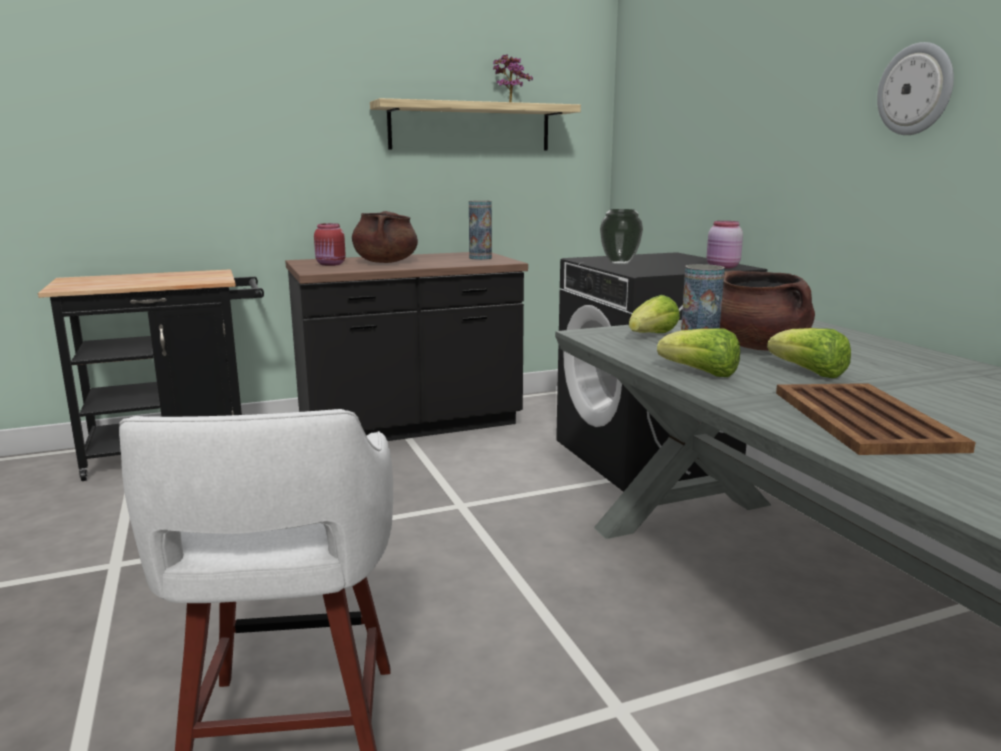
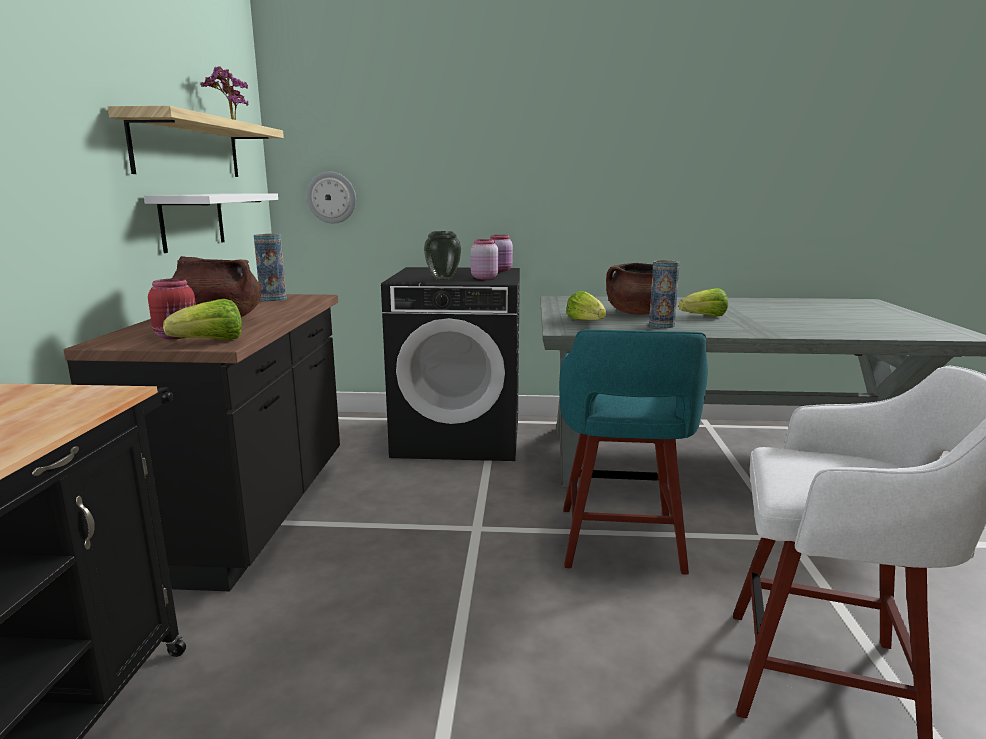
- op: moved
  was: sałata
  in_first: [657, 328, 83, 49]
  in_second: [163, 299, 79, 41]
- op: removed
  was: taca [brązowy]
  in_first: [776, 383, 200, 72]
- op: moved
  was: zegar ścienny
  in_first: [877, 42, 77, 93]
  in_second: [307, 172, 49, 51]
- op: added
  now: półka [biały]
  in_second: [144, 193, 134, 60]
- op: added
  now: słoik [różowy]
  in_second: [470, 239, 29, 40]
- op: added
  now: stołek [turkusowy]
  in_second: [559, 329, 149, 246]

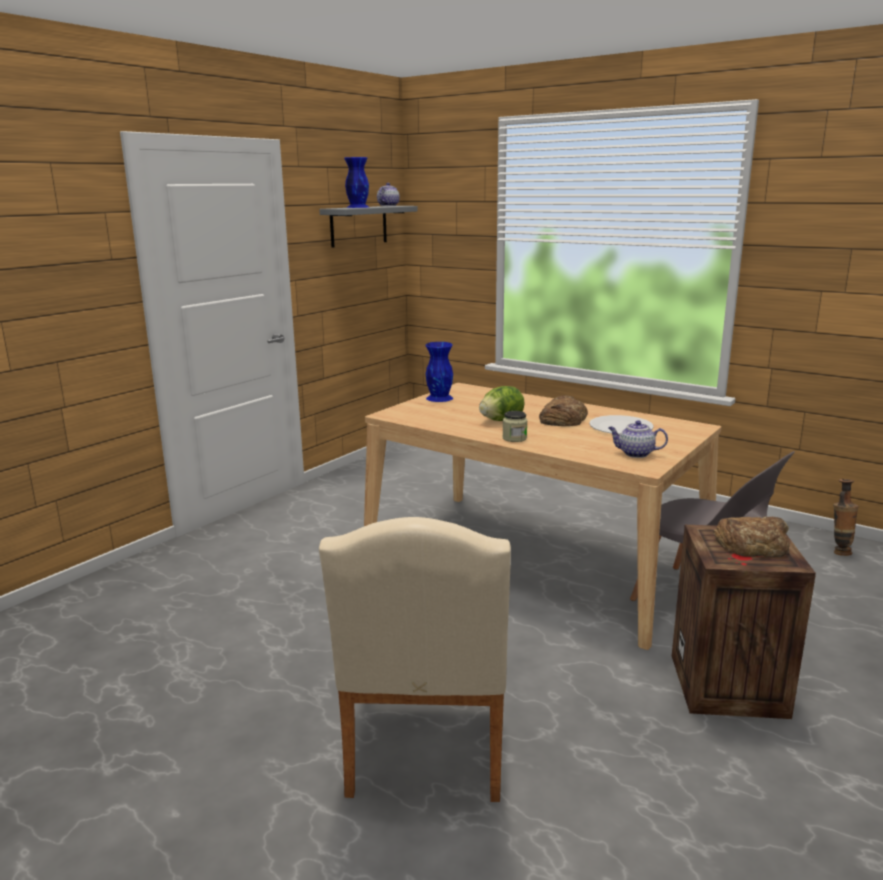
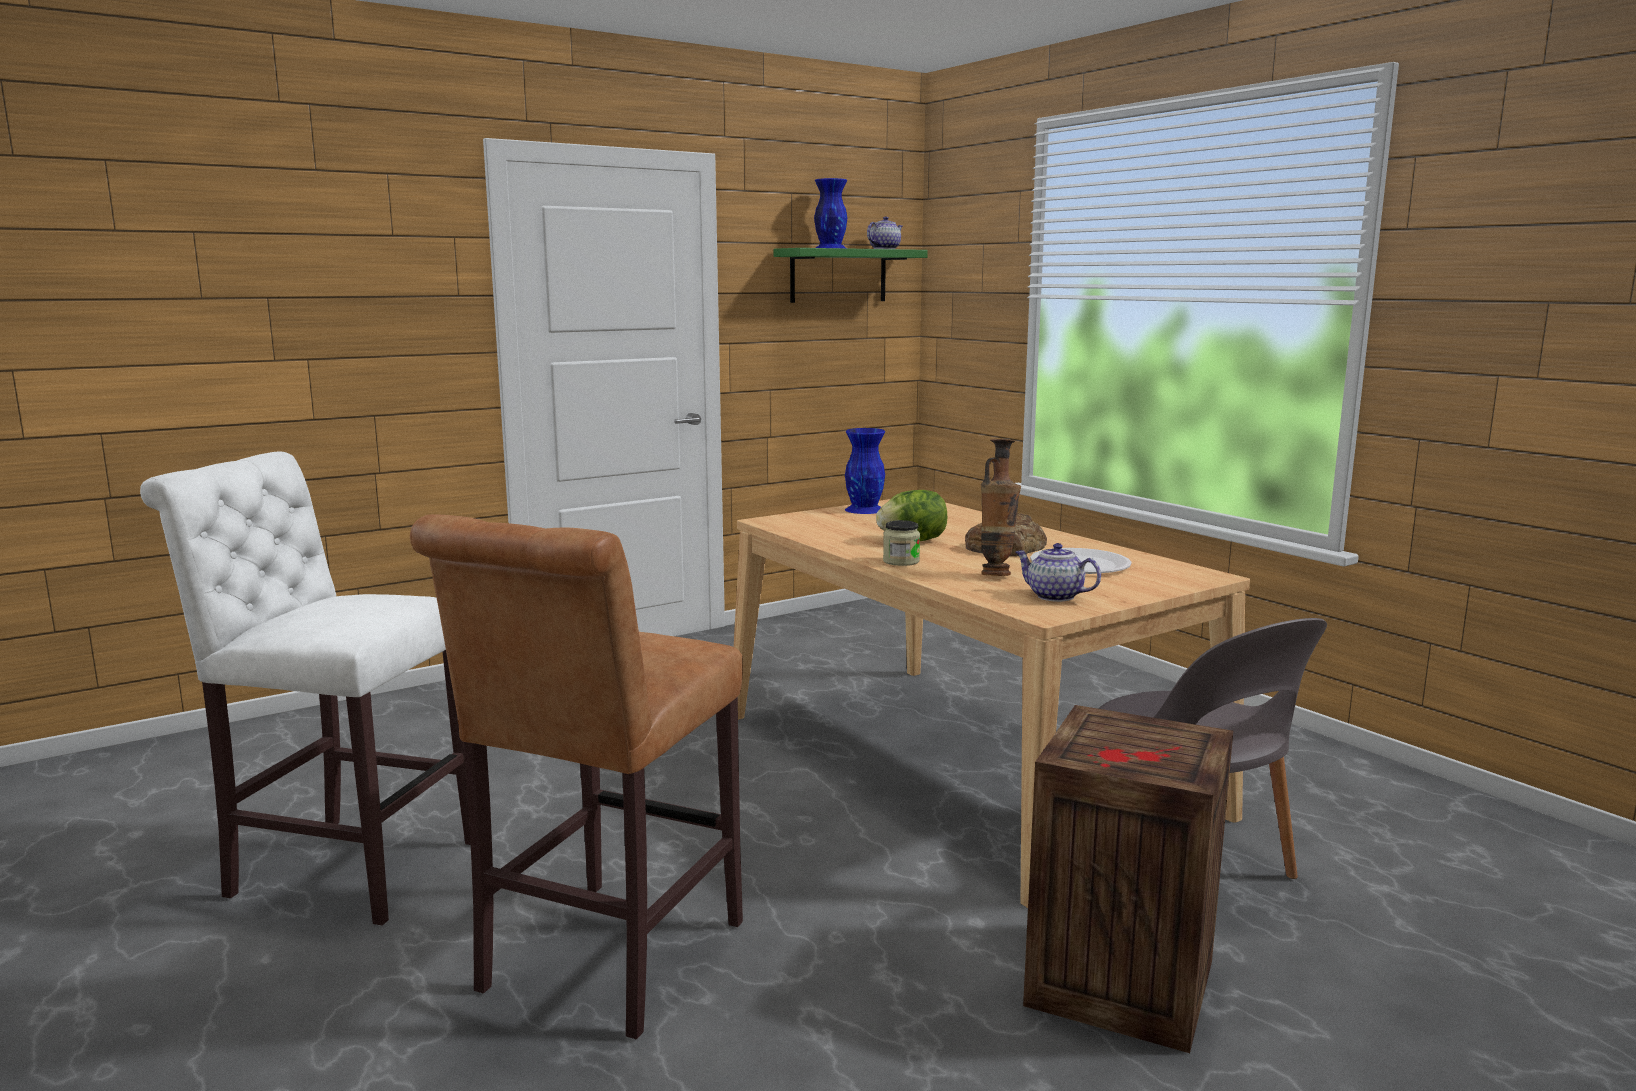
- op: recoloured
  was: półka [szary]
  now: półka [zielony]
  in_first: [319, 206, 99, 42]
  in_second: [774, 248, 154, 55]
- op: replaced
  was: krzesło [beżowy]
  now: stołek [brązowy]
  in_first: [319, 517, 192, 285]
  in_second: [410, 514, 333, 526]
- op: removed
  was: chleb
  in_first: [713, 517, 77, 40]
- op: moved
  was: wazon
  in_first: [833, 479, 26, 77]
  in_second: [981, 439, 40, 137]
- op: added
  now: stołek [biały]
  in_second: [140, 452, 331, 474]

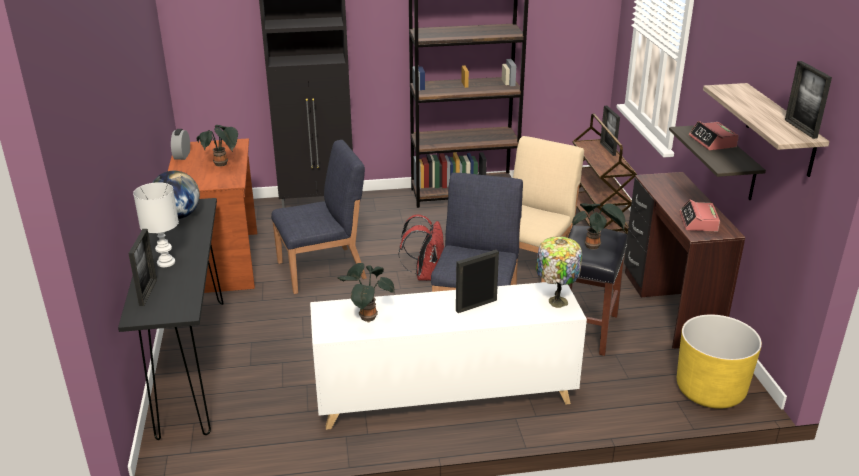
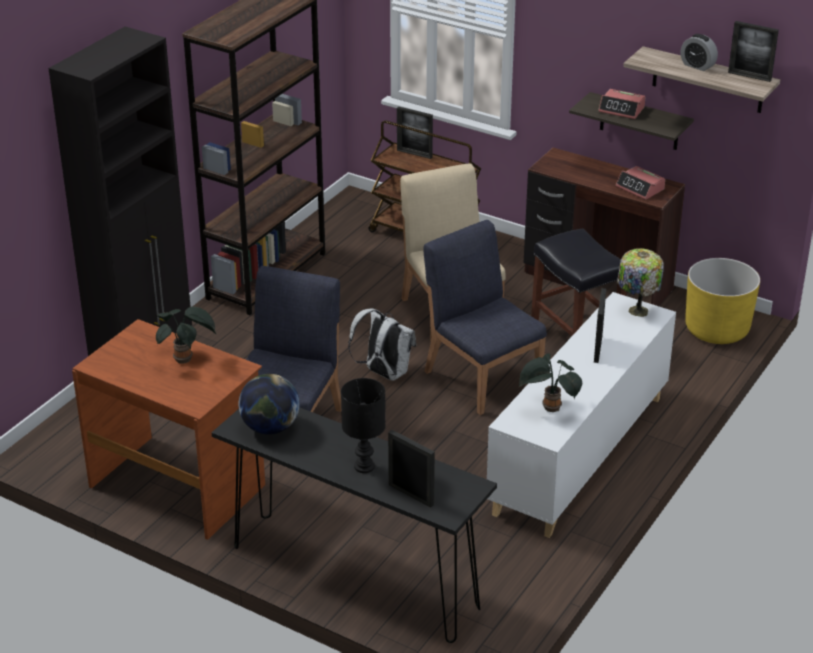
- op: recoloured
  was: lampa stołowa [biały]
  now: lampa stołowa [czarny]
  in_first: [133, 182, 46, 85]
  in_second: [341, 378, 45, 95]
- op: moved
  was: budzik
  in_first: [171, 129, 19, 31]
  in_second: [681, 34, 37, 37]
- op: recoloured
  was: plecak [czerwony]
  now: plecak [biały]
  in_first: [399, 214, 45, 67]
  in_second: [348, 308, 68, 73]
- op: removed
  was: roślina doniczkowa
  in_first: [572, 203, 53, 47]

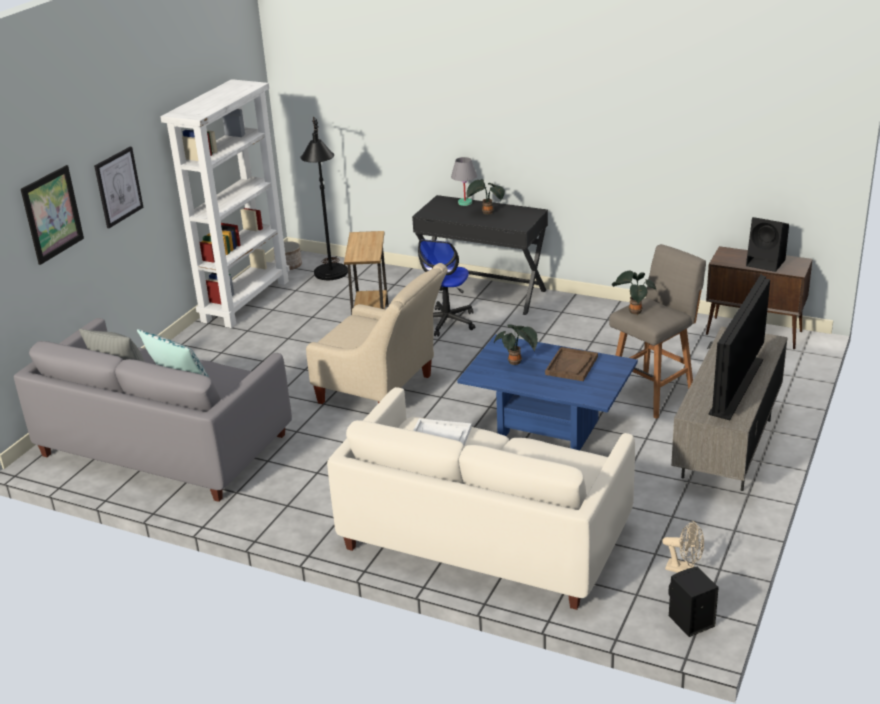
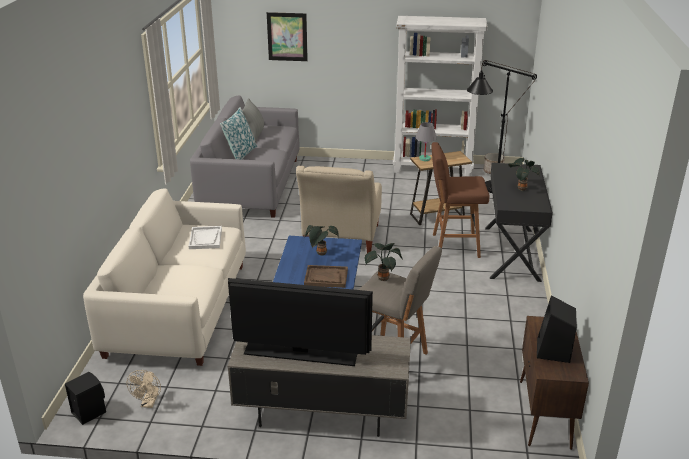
- op: removed
  was: obraz
  in_first: [94, 147, 49, 81]
- op: replaced
  was: krzesło biurowe
  now: stołek [brązowy]
  in_first: [418, 239, 57, 98]
  in_second: [431, 142, 58, 116]
- op: moved
  was: lampa stołowa [szary]
  in_first: [451, 157, 26, 49]
  in_second: [416, 122, 21, 39]

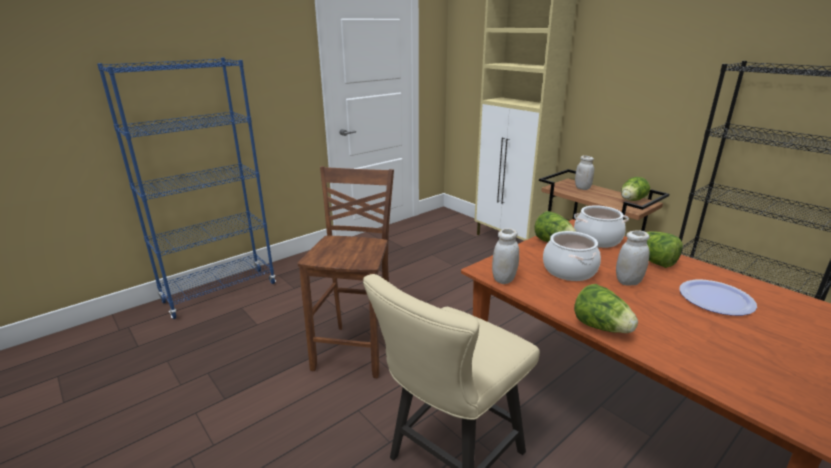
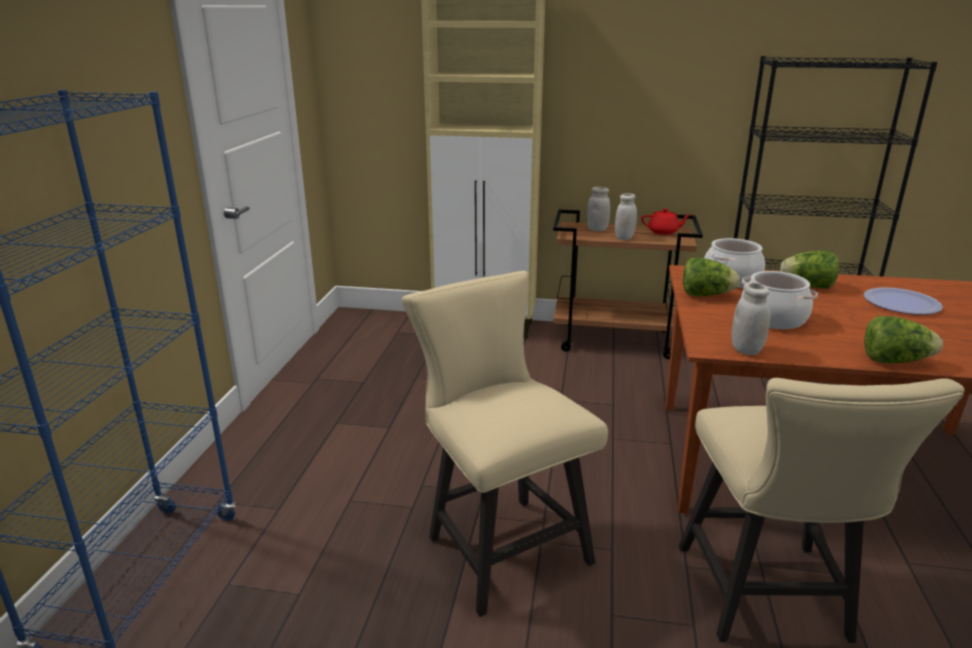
- op: replaced
  was: stołek [brązowy]
  now: krzesło [beżowy]
  in_first: [298, 166, 96, 213]
  in_second: [402, 271, 206, 346]
- op: moved
  was: słoik [biały]
  in_first: [616, 230, 34, 56]
  in_second: [615, 193, 22, 47]
- op: replaced
  was: sałata
  now: imbryk [czerwony]
  in_first: [621, 177, 29, 24]
  in_second: [641, 209, 50, 26]

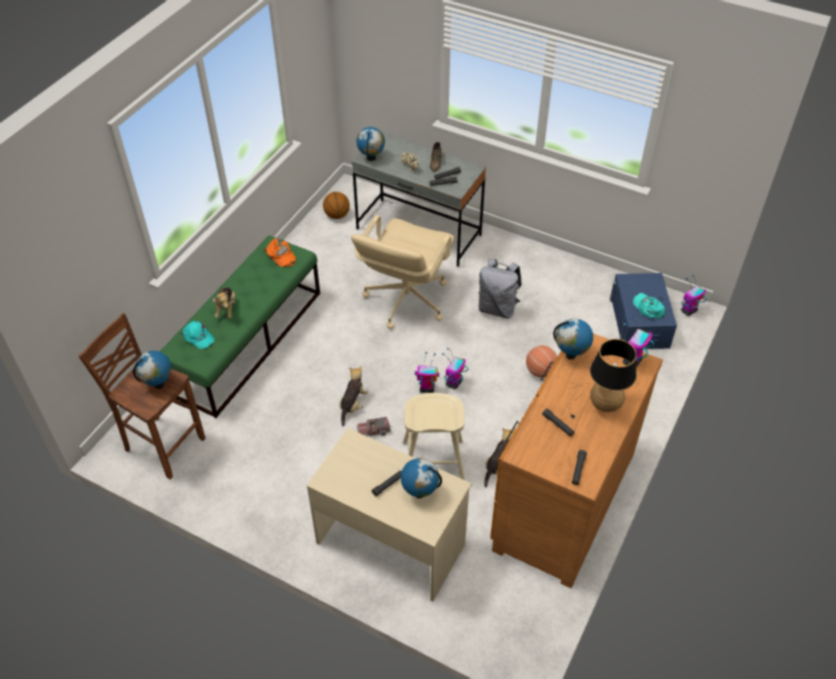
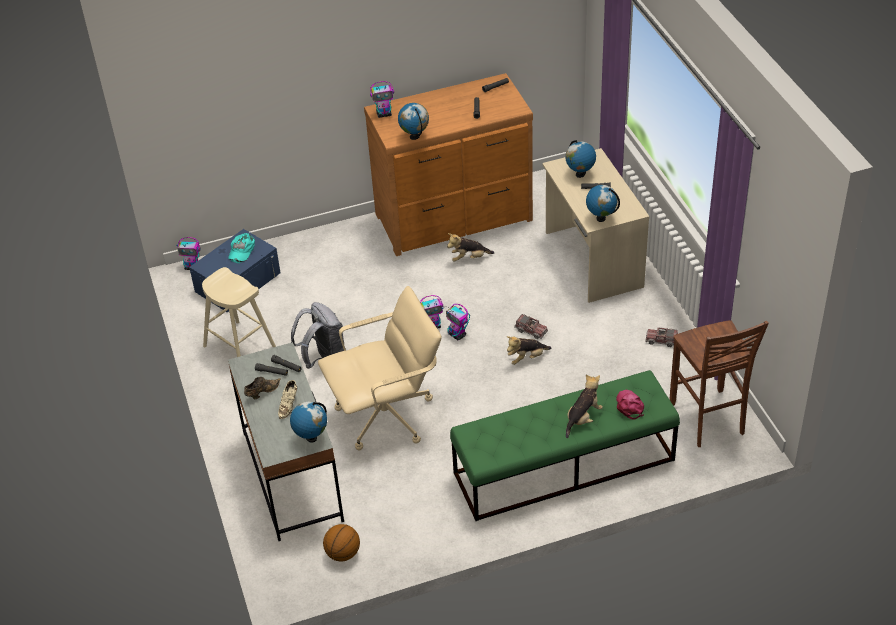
- op: moved
  was: globus
  in_first: [133, 351, 39, 38]
  in_second: [586, 185, 34, 37]
- op: recoloured
  was: czapka z daszkiem [turkusowy]
  now: czapka z daszkiem [różowy]
  in_first: [181, 321, 34, 28]
  in_second: [616, 390, 28, 30]
- op: removed
  was: czapka z daszkiem [pomarańczowy]
  in_first: [264, 238, 32, 29]
- op: moved
  was: stołek [beżowy]
  in_first: [403, 393, 62, 87]
  in_second: [202, 267, 74, 90]
- op: removed
  was: piłka do koszykówki
  in_first: [526, 345, 31, 33]
- op: removed
  was: lampa stołowa
  in_first: [568, 339, 69, 80]
- op: added
  now: ciężarówka zabawkowa
  in_second: [645, 327, 33, 20]

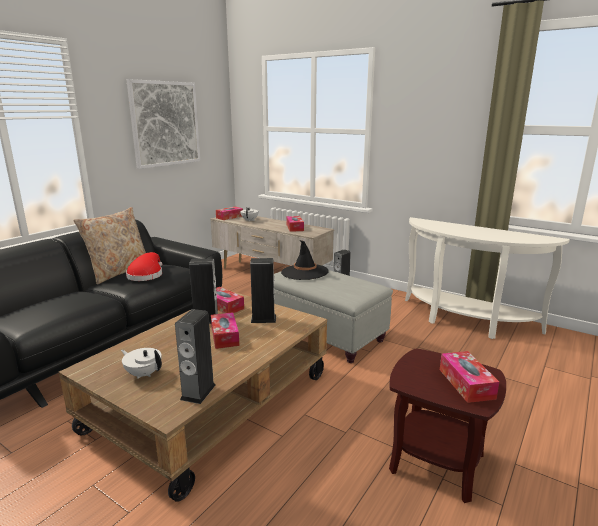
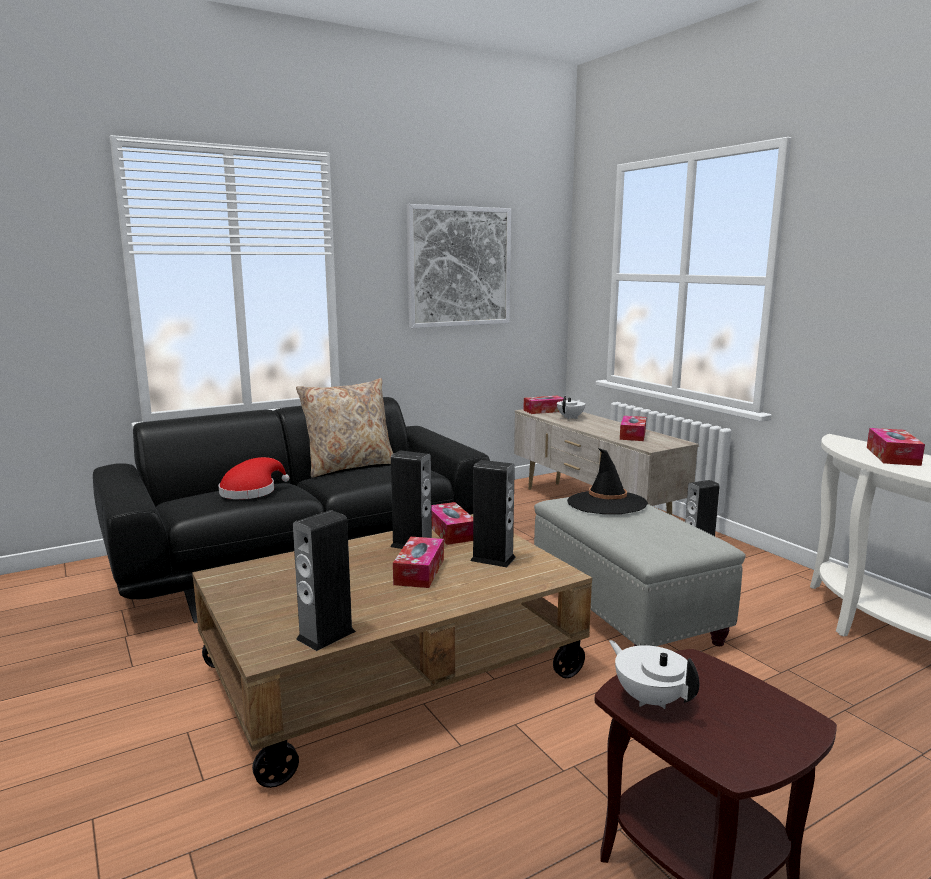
- op: moved
  was: imbryk [biały]
  in_first: [121, 348, 41, 31]
  in_second: [609, 640, 90, 69]
- op: moved
  was: kapelusz [czerwony]
  in_first: [126, 252, 36, 29]
  in_second: [218, 457, 72, 42]
- op: moved
  was: pudełko chusteczek
  in_first: [440, 351, 59, 52]
  in_second: [867, 428, 58, 38]

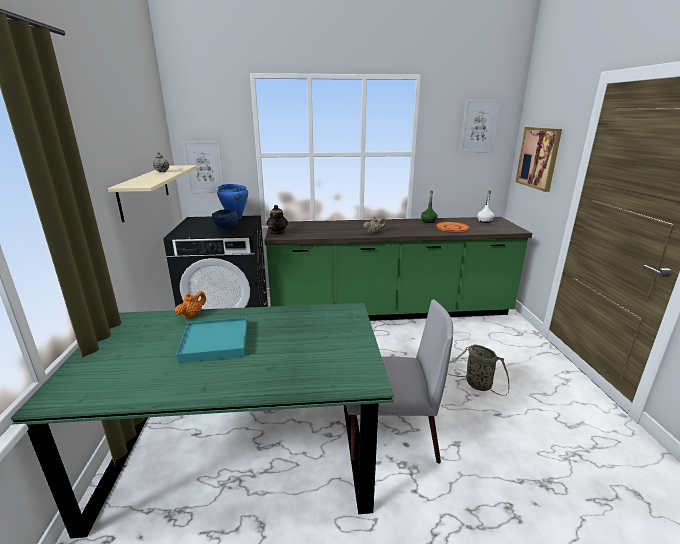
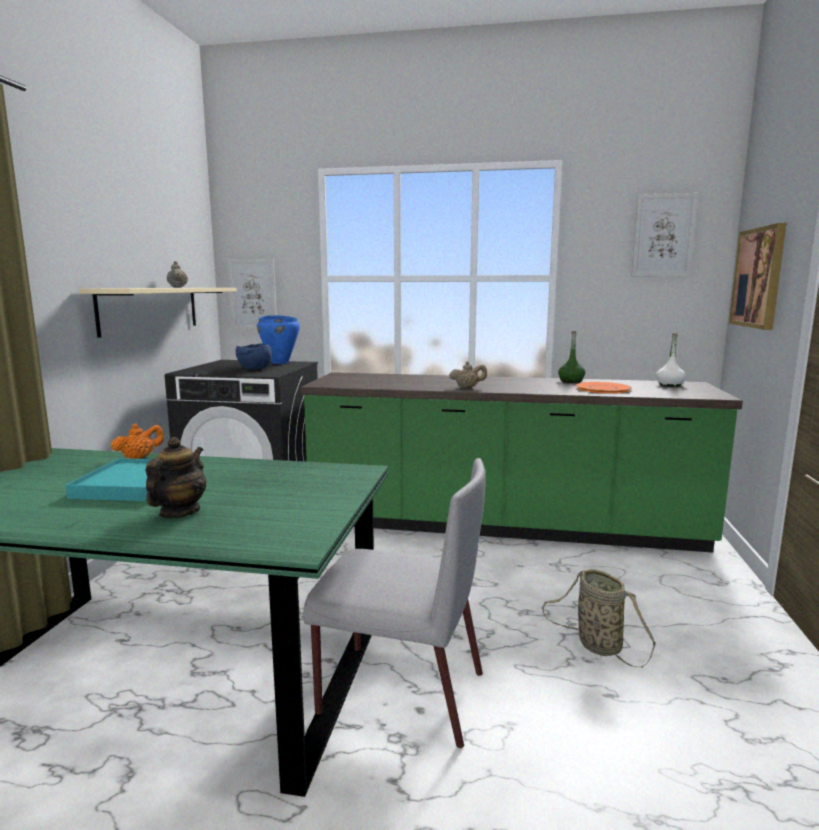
- op: moved
  was: imbryk
  in_first: [266, 205, 22, 30]
  in_second: [146, 437, 60, 81]

